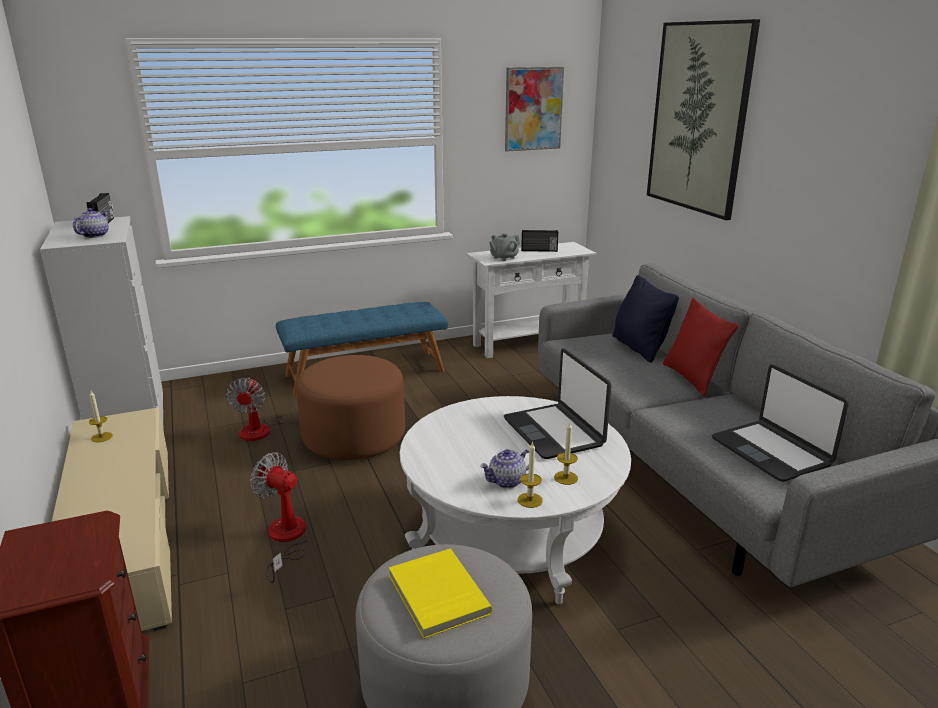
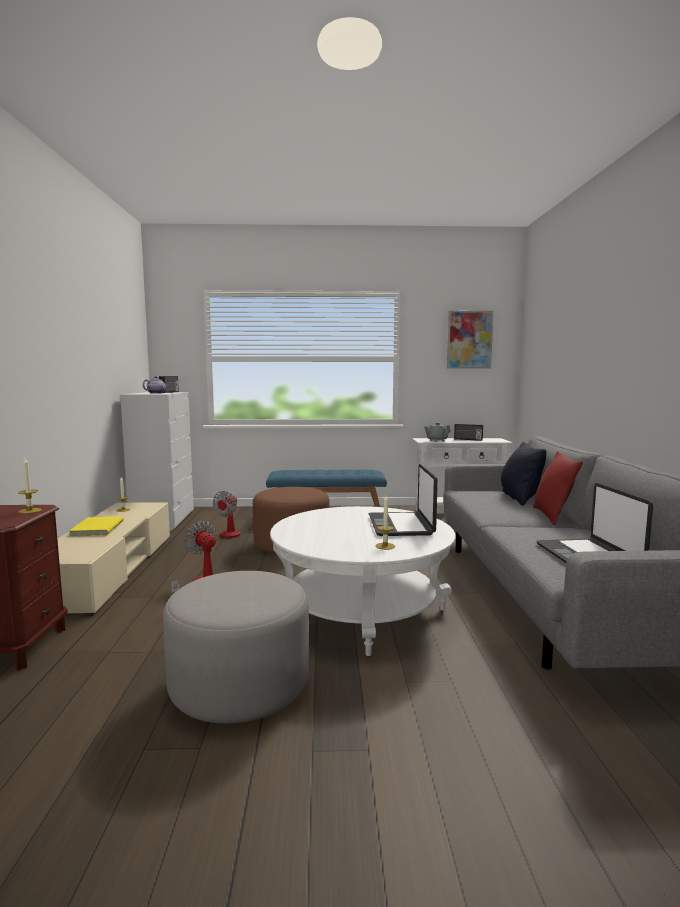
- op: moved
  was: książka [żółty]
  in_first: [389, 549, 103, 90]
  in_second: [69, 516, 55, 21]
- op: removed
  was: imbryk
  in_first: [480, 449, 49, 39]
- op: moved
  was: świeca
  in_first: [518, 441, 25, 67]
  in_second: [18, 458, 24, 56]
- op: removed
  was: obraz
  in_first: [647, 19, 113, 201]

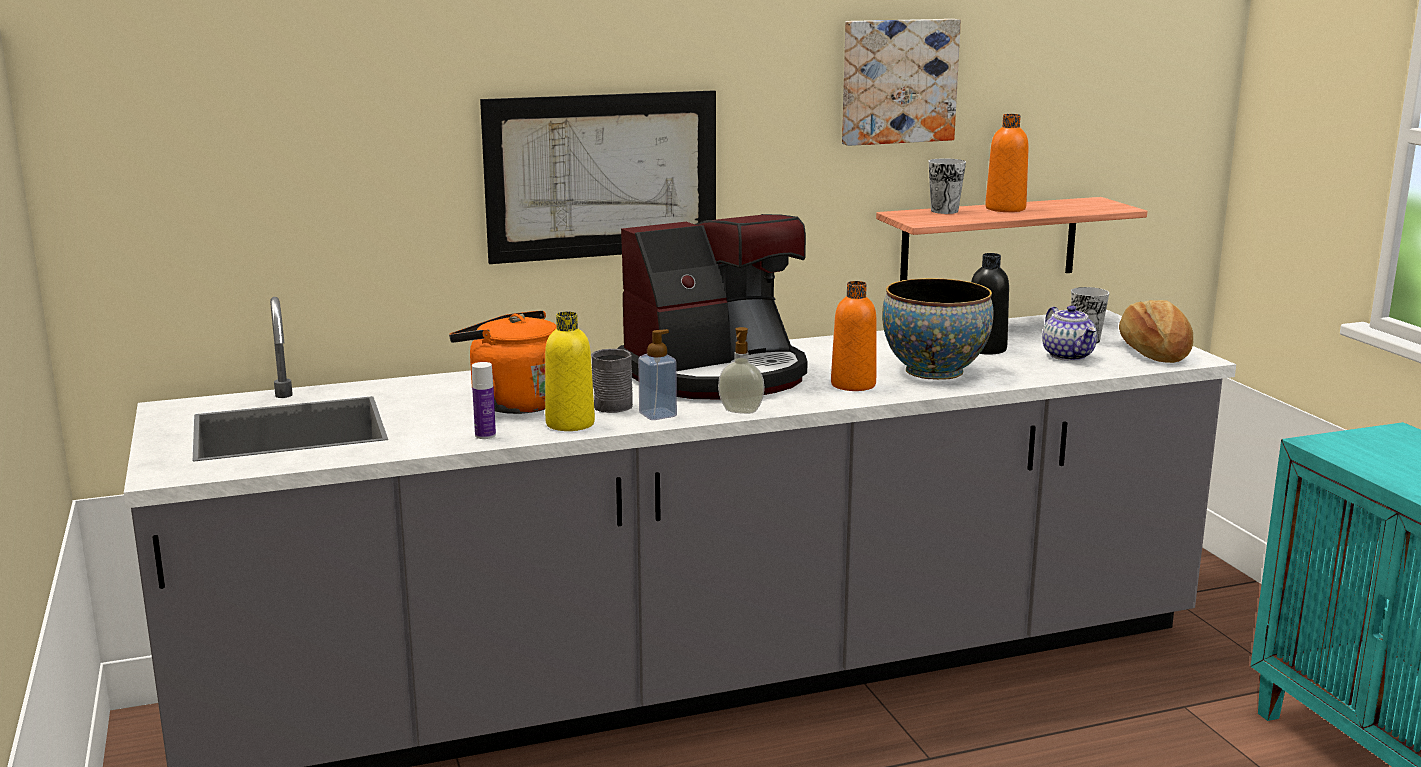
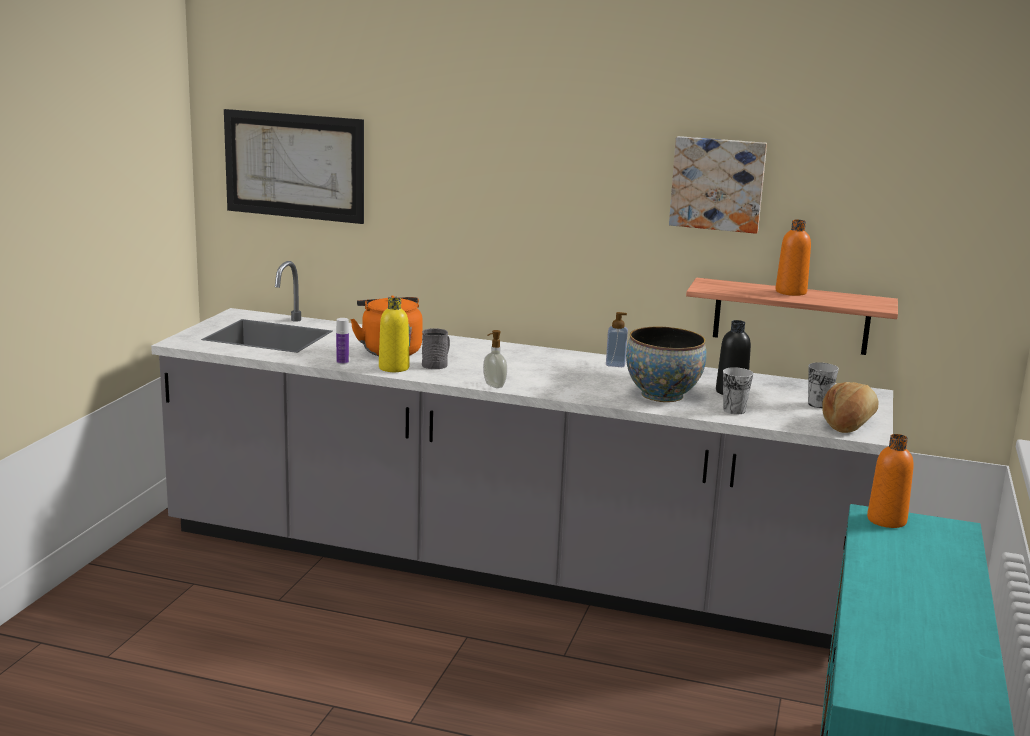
- op: moved
  was: obraz
  in_first: [480, 90, 236, 174]
  in_second: [224, 109, 140, 115]
- op: removed
  was: ekspres do kawy
  in_first: [617, 214, 191, 185]
- op: moved
  was: dozownik mydła
  in_first: [638, 329, 39, 91]
  in_second: [606, 312, 22, 55]
- op: moved
  was: butelka [pomarańczowy]
  in_first: [831, 281, 46, 110]
  in_second: [867, 434, 47, 94]
- op: moved
  was: filiżanka
  in_first: [929, 158, 37, 56]
  in_second: [723, 367, 30, 47]
- op: removed
  was: imbryk
  in_first: [1042, 305, 55, 56]

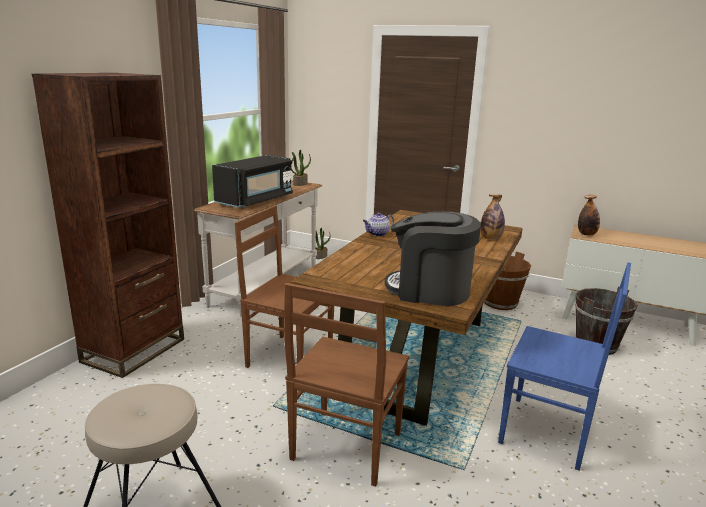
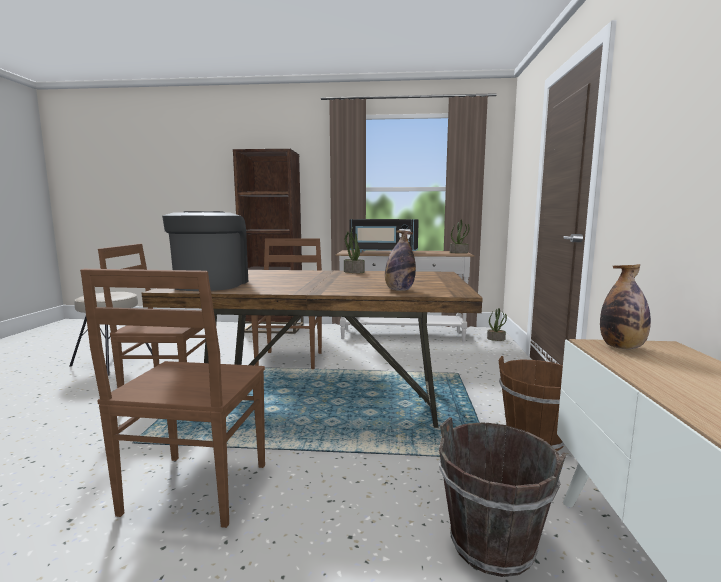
- op: replaced
  was: imbryk
  now: roślina doniczkowa
  in_first: [363, 212, 31, 24]
  in_second: [344, 227, 21, 46]
- op: recoloured
  was: krzesło [niebieski]
  now: krzesło [brązowy]
  in_first: [498, 262, 133, 209]
  in_second: [80, 269, 185, 259]

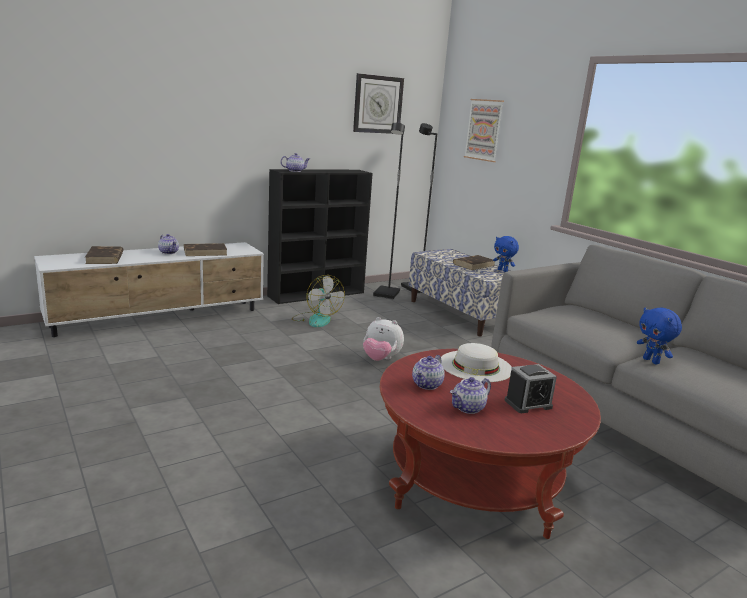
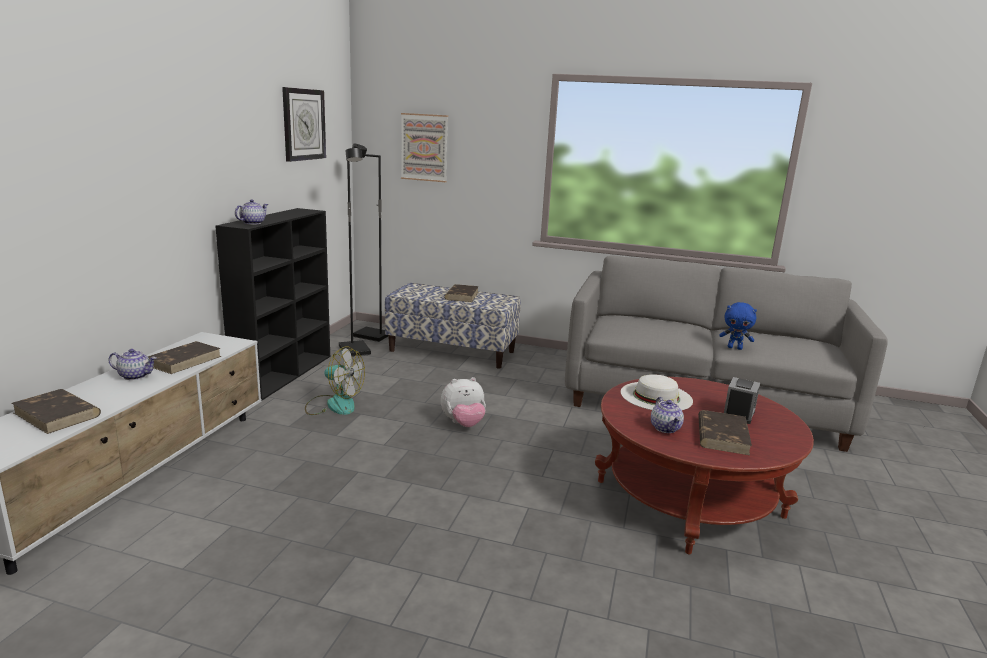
- op: replaced
  was: imbryk
  now: książka [brązowy]
  in_first: [450, 377, 41, 37]
  in_second: [698, 410, 54, 45]
- op: removed
  was: pluszak [niebieski]
  in_first: [493, 236, 26, 36]

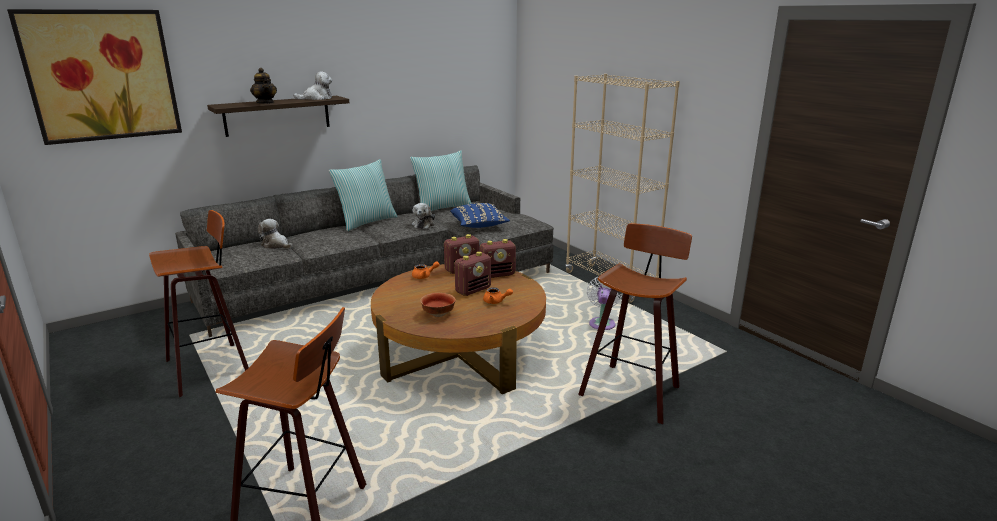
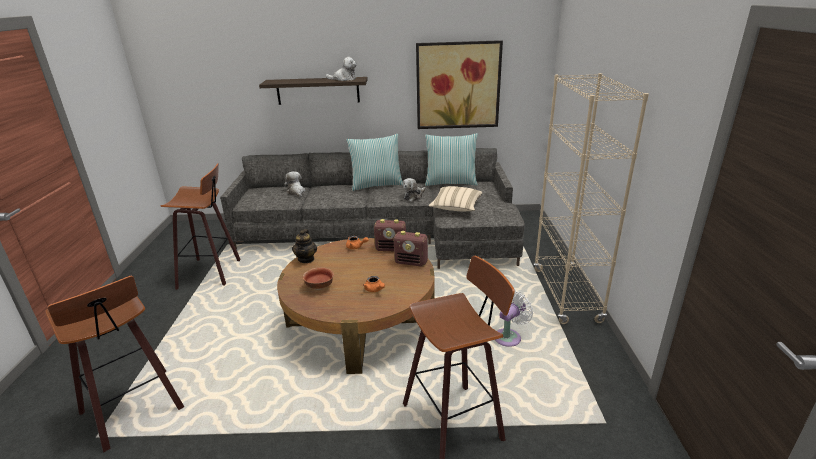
- op: moved
  was: obraz
  in_first: [7, 9, 175, 136]
  in_second: [416, 40, 87, 89]
- op: moved
  was: imbryk
  in_first: [250, 68, 27, 36]
  in_second: [292, 229, 25, 34]
- op: recoloured
  was: poduszka [niebieski]
  now: poduszka [beżowy]
  in_first: [450, 203, 60, 25]
  in_second: [428, 186, 55, 25]
- op: removed
  was: radio
  in_first: [454, 252, 37, 44]

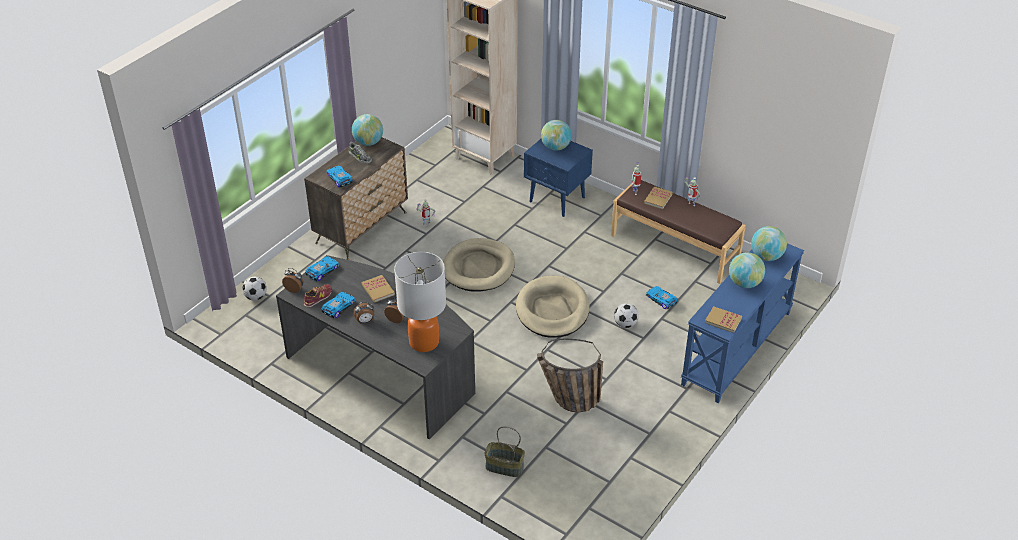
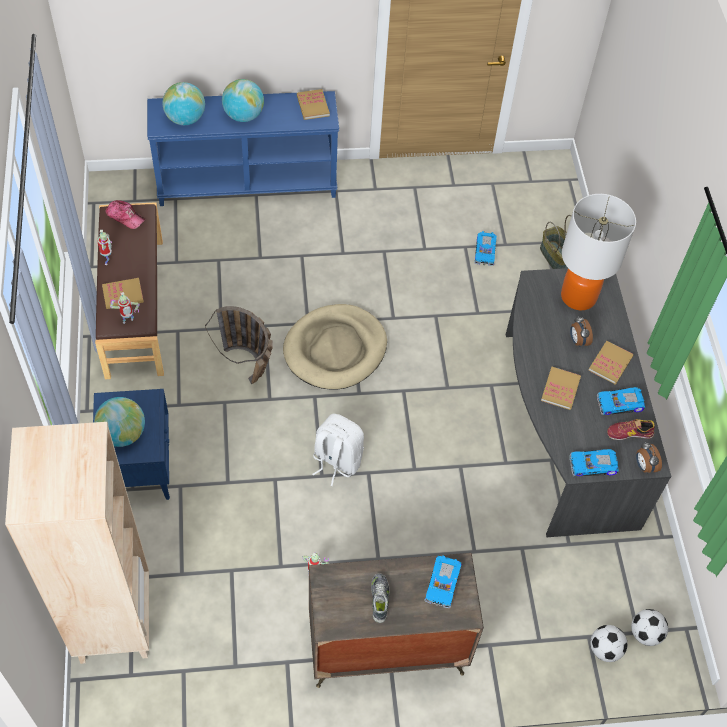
- op: removed
  was: globus
  in_first: [352, 114, 31, 32]
- op: replaced
  was: budzik
  now: książka
  in_first: [353, 302, 21, 22]
  in_second: [588, 341, 45, 43]
- op: replaced
  was: legowisko [beżowy]
  now: plecak [biały]
  in_first: [443, 238, 72, 54]
  in_second: [312, 414, 52, 72]
- op: moved
  was: koszyk
  in_first: [537, 338, 66, 74]
  in_second: [205, 306, 68, 78]
- op: moved
  was: piłka futbolowa
  in_first: [614, 303, 25, 25]
  in_second: [631, 609, 37, 37]
- op: moved
  was: samochodzik
  in_first: [646, 286, 32, 23]
  in_second: [474, 231, 23, 35]
- op: added
  now: czapka z daszkiem
  in_second: [106, 200, 39, 29]

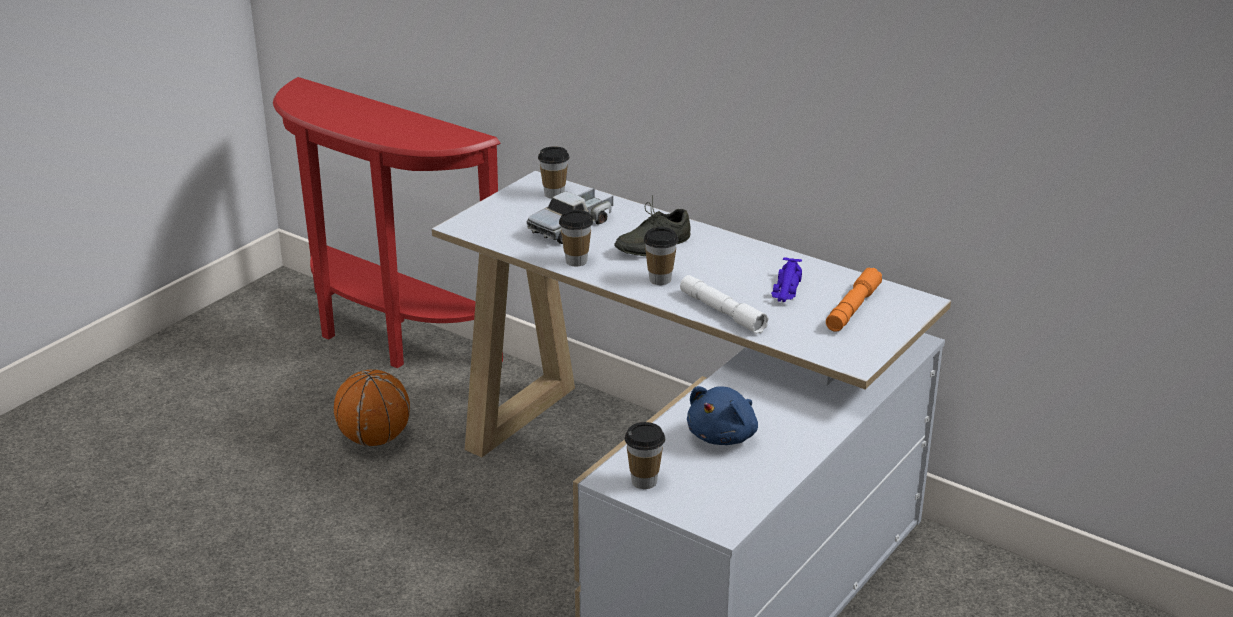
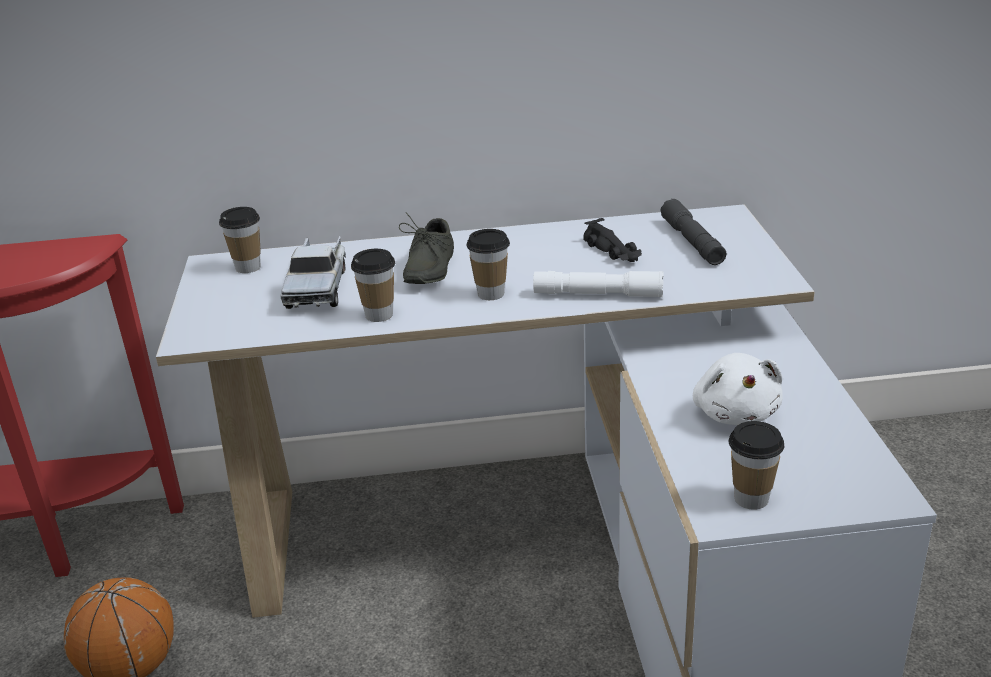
- op: recoloured
  was: pluszak [niebieski]
  now: pluszak [biały]
  in_first: [687, 386, 71, 59]
  in_second: [693, 353, 90, 72]
- op: recoloured
  was: samochodzik [fioletowy]
  now: samochodzik [czarny]
  in_first: [771, 257, 31, 45]
  in_second: [583, 218, 59, 44]
- op: recoloured
  was: latarka [pomarańczowy]
  now: latarka [szary]
  in_first: [826, 268, 56, 64]
  in_second: [660, 199, 66, 66]

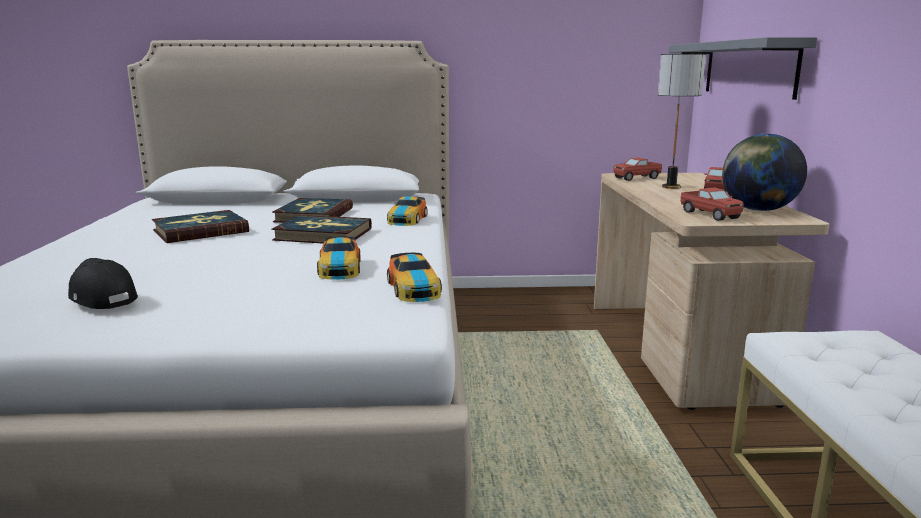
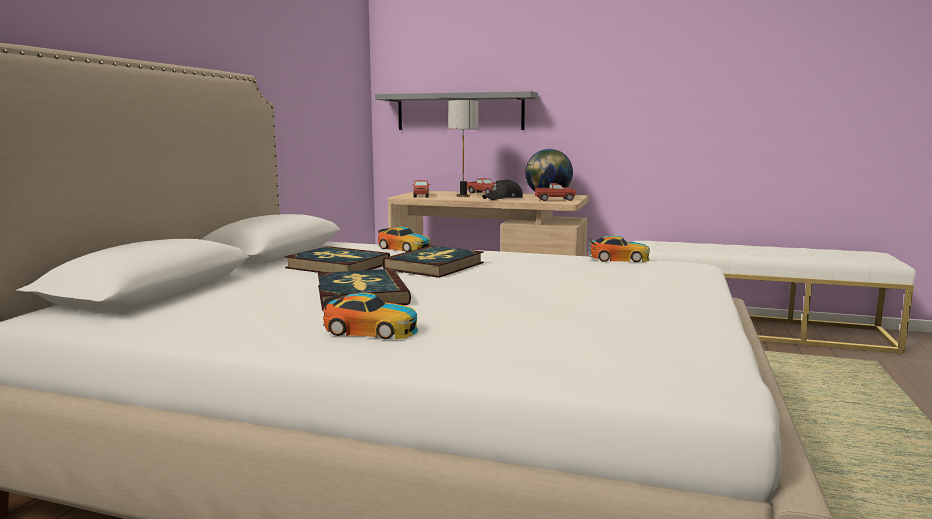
- op: moved
  was: czapka z daszkiem [czarny]
  in_first: [68, 258, 70, 51]
  in_second: [482, 179, 41, 21]
- op: moved
  was: samochodzik
  in_first: [317, 236, 44, 44]
  in_second: [323, 292, 95, 47]

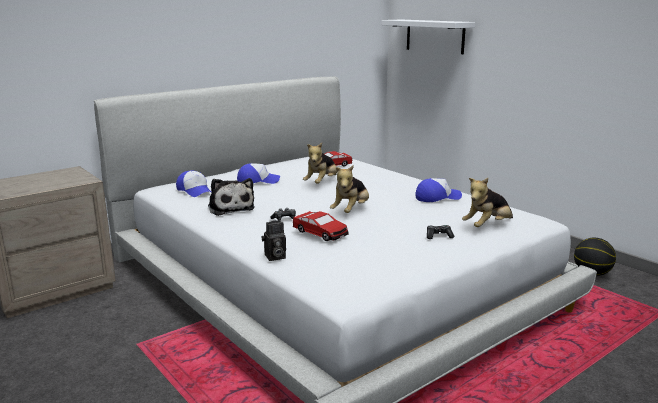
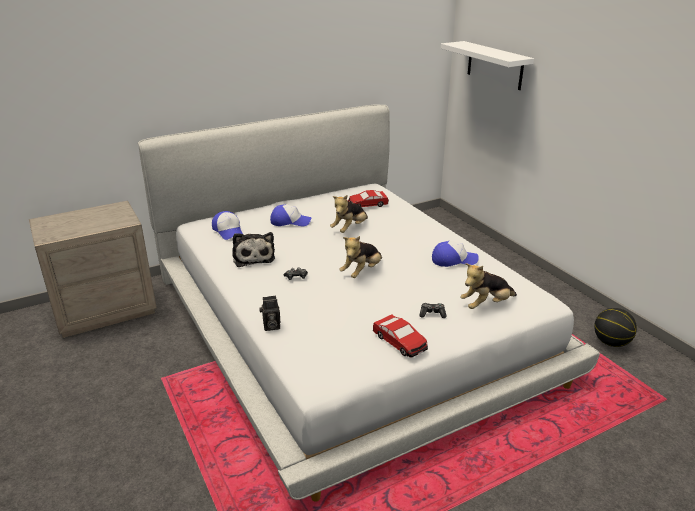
- op: moved
  was: samochodzik
  in_first: [293, 211, 56, 30]
  in_second: [373, 314, 55, 44]

